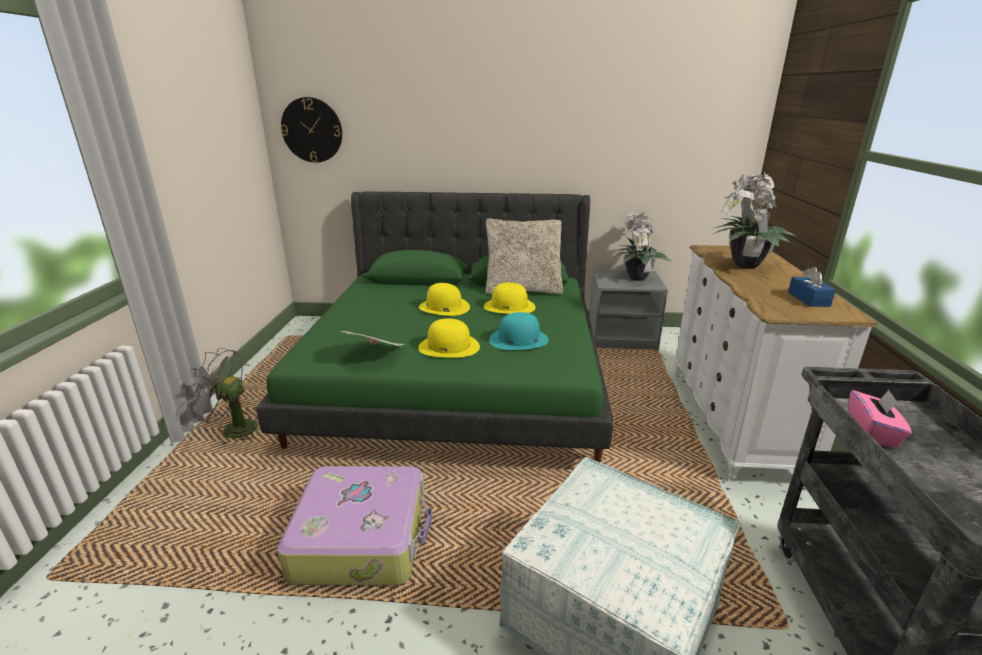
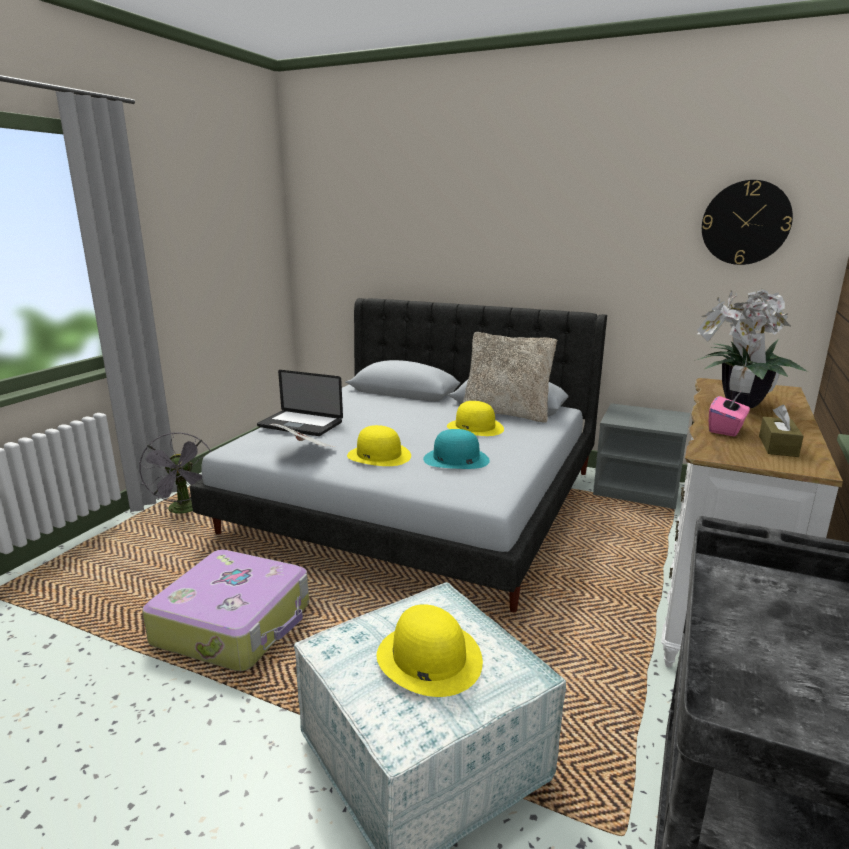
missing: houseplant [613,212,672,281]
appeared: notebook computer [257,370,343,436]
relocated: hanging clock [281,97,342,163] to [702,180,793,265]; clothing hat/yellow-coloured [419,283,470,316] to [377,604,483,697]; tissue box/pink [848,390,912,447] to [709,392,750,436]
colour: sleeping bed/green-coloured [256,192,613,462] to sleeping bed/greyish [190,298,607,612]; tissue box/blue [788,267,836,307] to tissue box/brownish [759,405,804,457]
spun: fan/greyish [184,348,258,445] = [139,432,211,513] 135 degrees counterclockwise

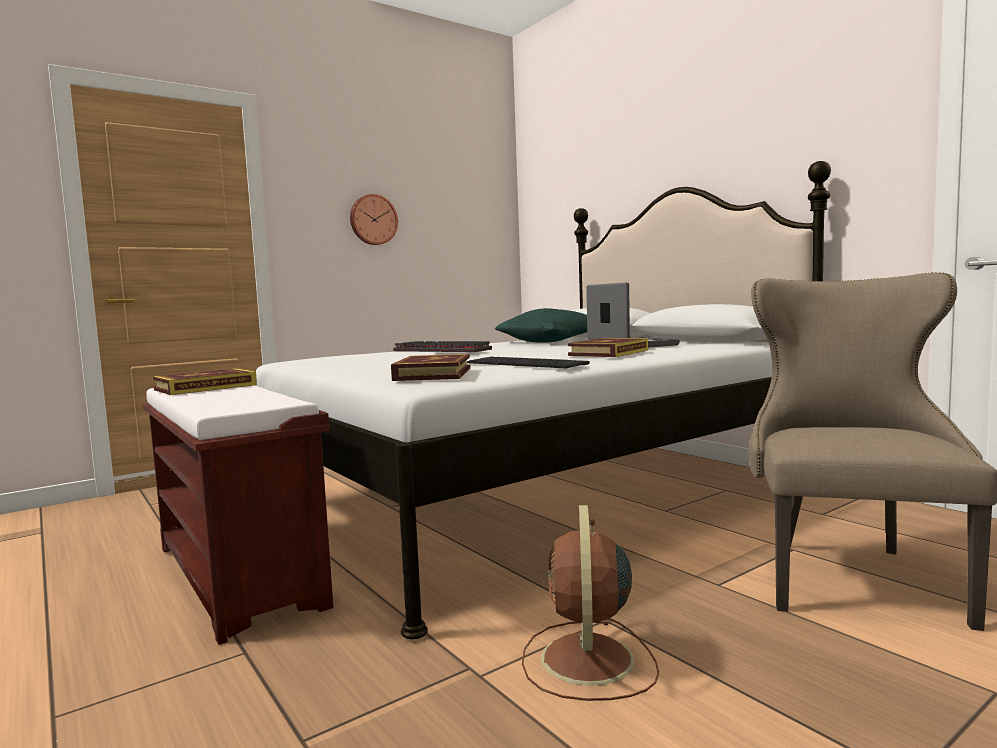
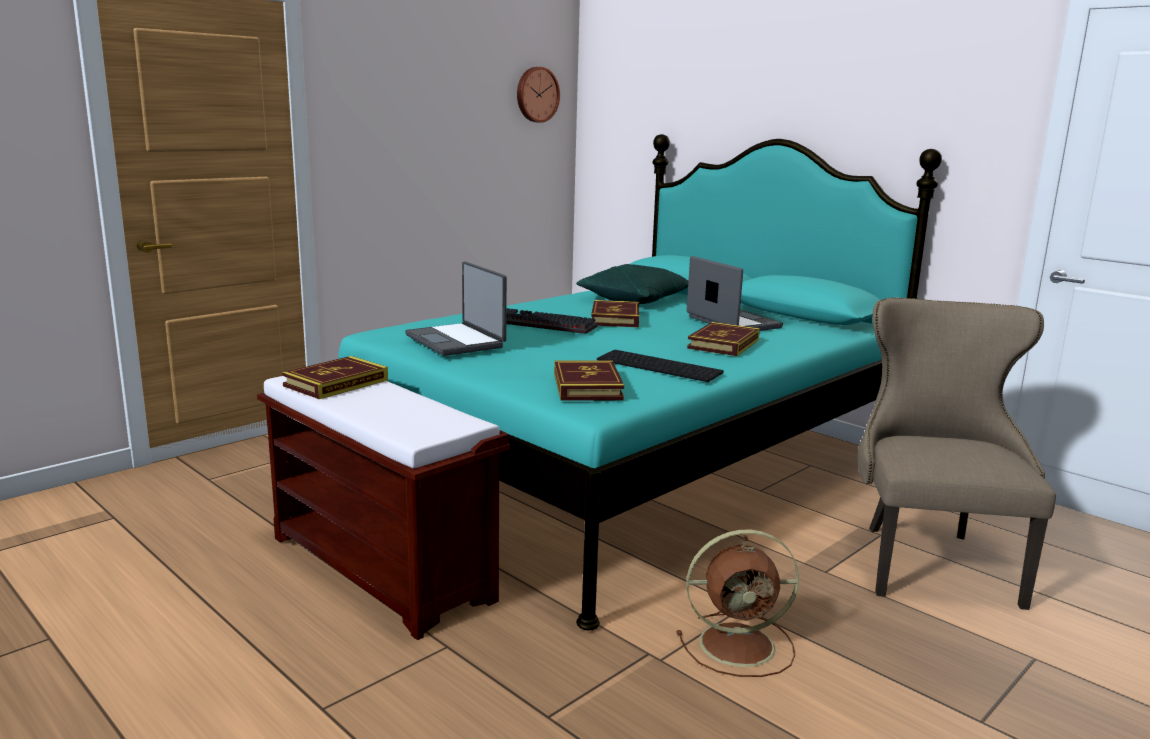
appeared: notebook computer [405,261,507,356]; book [591,300,639,327]
relocated: hanging clock [350,194,398,245] to [517,67,560,123]
colour: sleeping bed/white-coloured [253,161,831,640] to sleeping bed/turquoise [338,134,942,630]
spun: fan/brownish [522,505,659,701] = [677,530,799,677] 90 degrees counterclockwise

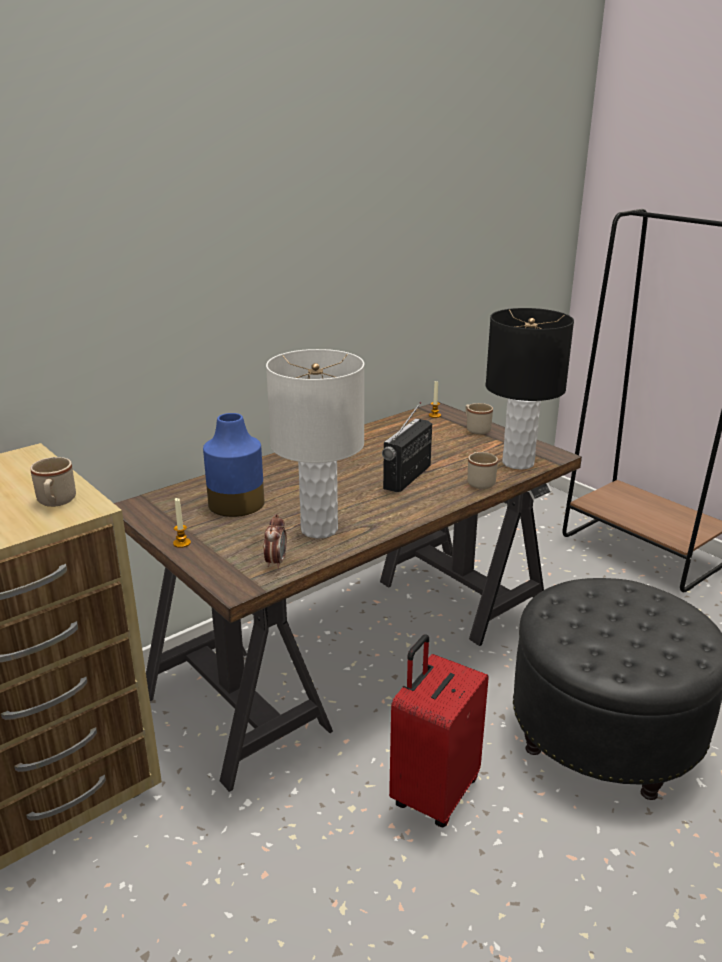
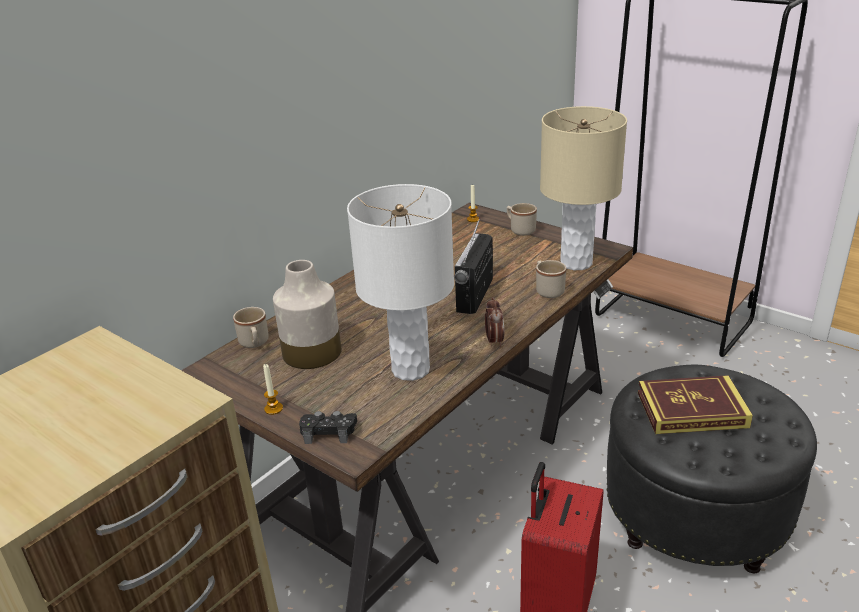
appeared: joypad/black [299,411,357,444]; book [638,375,753,434]
relocated: mug/beige-coloured [30,457,76,507] to [233,307,269,348]; table clock [264,514,287,569] to [485,297,504,347]
colour: flower vase/blue [203,413,265,517] to flower vase/beige-coloured [273,260,341,369]; lamp for a table/black [485,308,574,470] to lamp for a table/beige-coloured [540,106,627,270]

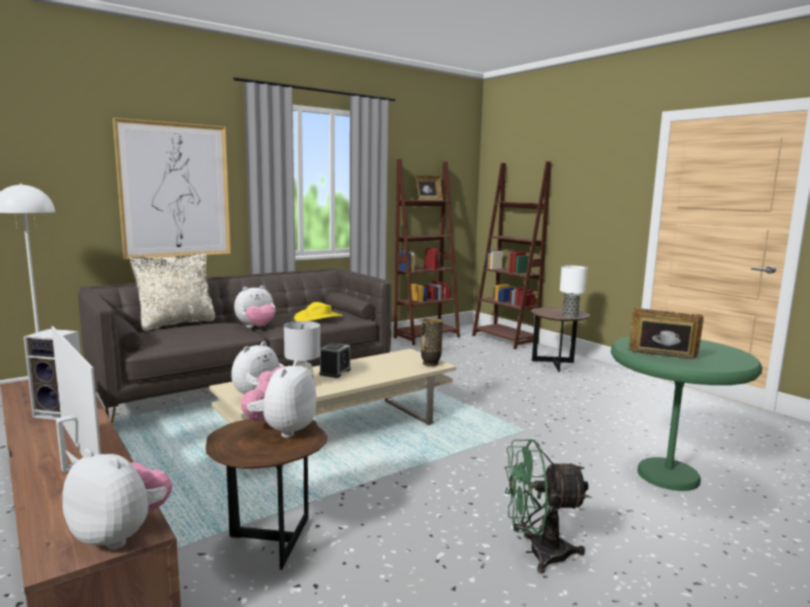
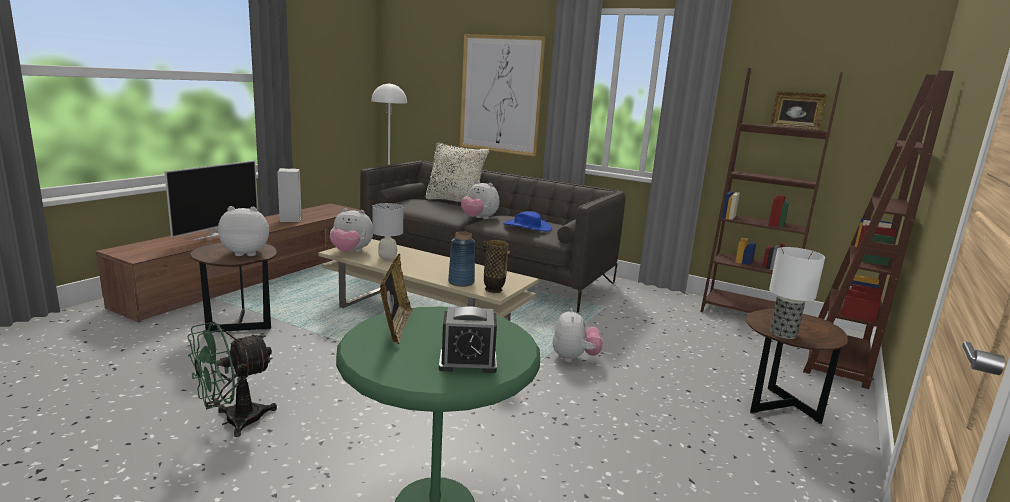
appeared: flower vase/blue [448,231,475,287]
relocated: cuddly toy [62,449,172,550] to [553,308,603,362]; table clock [319,343,351,378] to [439,306,497,373]
colour: clothing hat/yellow-coloured [294,302,342,321] to clothing hat/blue [503,211,552,231]
spun: fan/green-coloured [504,440,589,574] = [187,321,277,437] 105 degrees counterclockwise

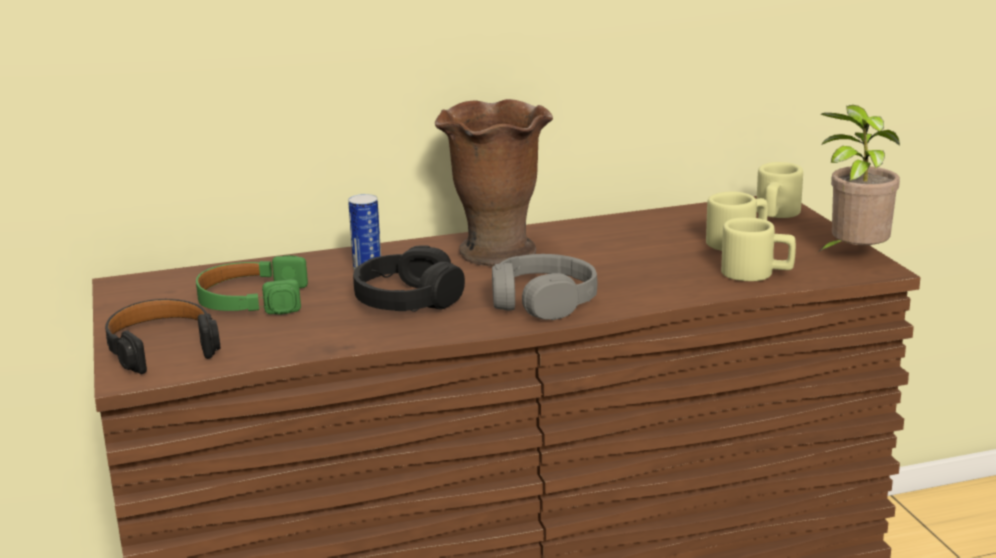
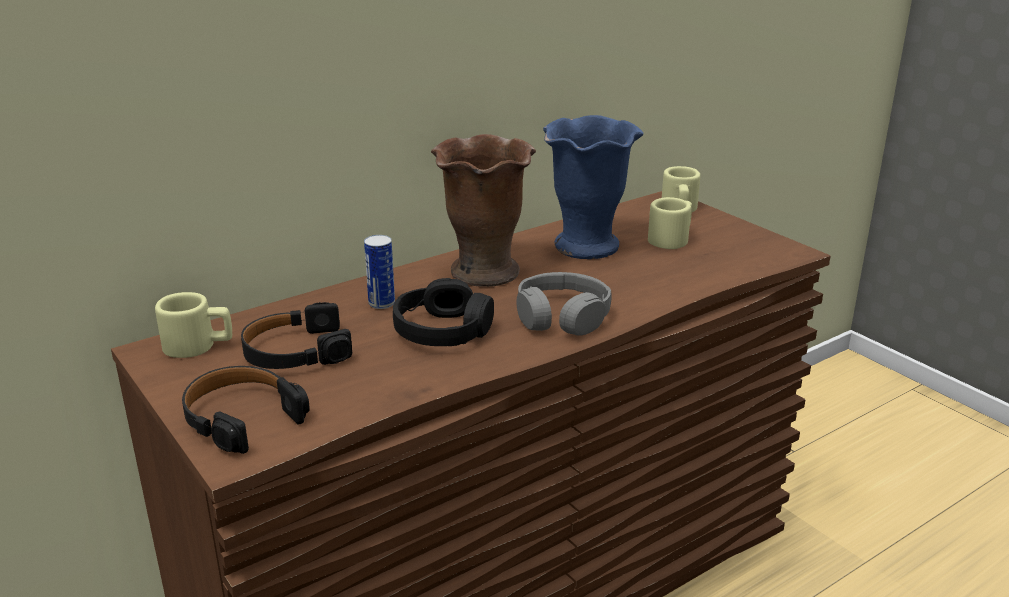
missing: houseplant [817,105,900,253]
appeared: flower vase/blue [543,115,644,259]
relocated: mug/beige-coloured [721,217,796,281] to [155,292,232,358]
colour: pair of headphones/green-coloured [196,255,308,314] to pair of headphones/black [241,302,352,369]

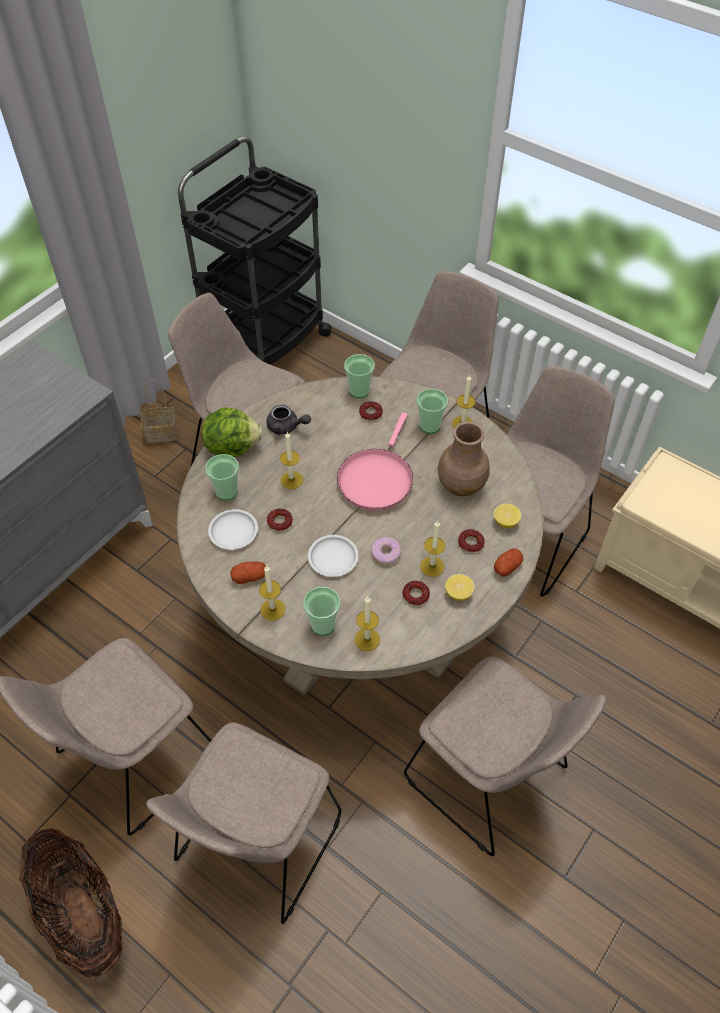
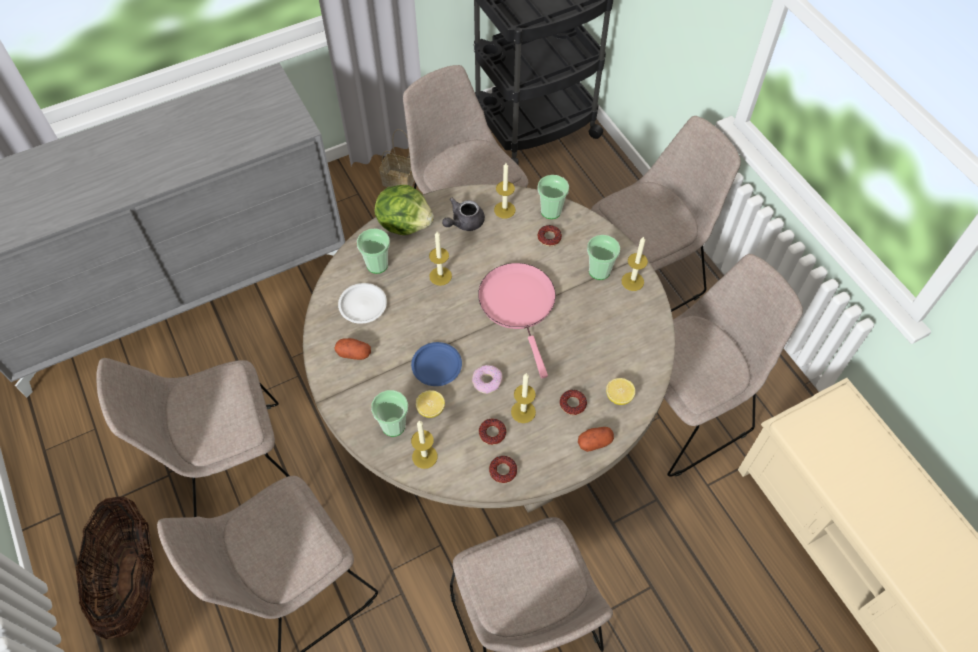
missing: flower vase/brownish [438,422,490,496]
relocated: wax candle [259,565,285,621] to [494,163,515,218]; doughnut [267,508,293,531] to [489,456,517,483]; citrus fruit [445,574,474,601] to [416,390,445,418]
colour: flat dish/white-coloured [308,535,358,577] to flat dish/blue [411,342,462,386]
spun: teapot/greyish [266,404,311,435] = [442,198,485,231] 90 degrees clockwise; skillet/pink [337,412,413,511] = [478,263,556,378] 120 degrees clockwise

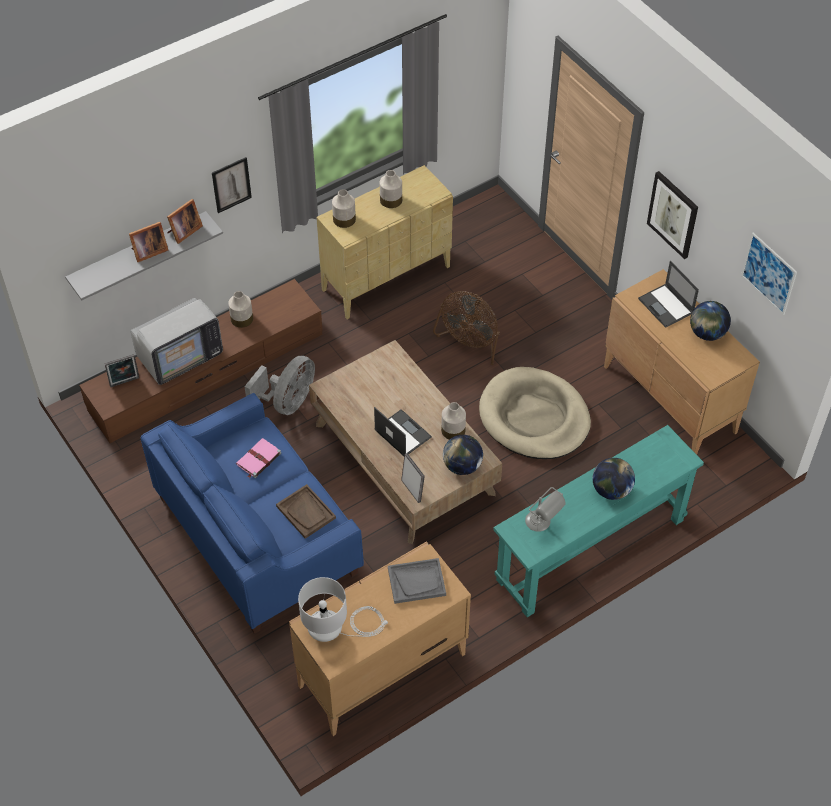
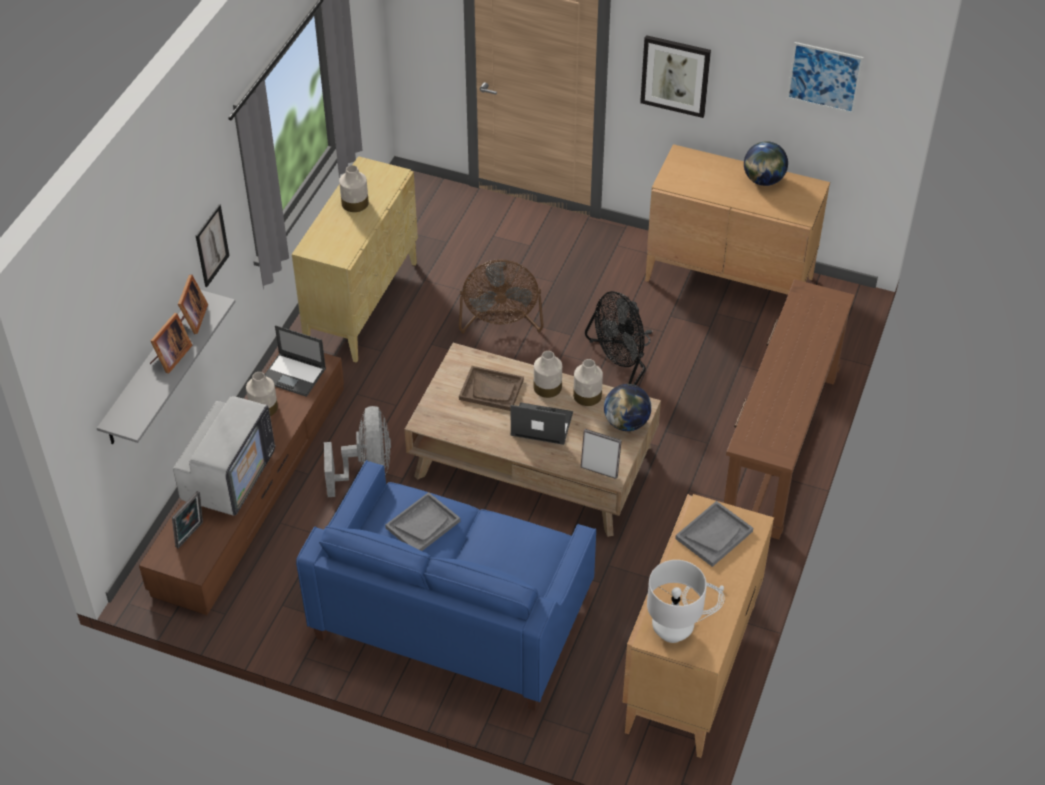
missing: lamp for a table/greyish [525,487,566,532]; world globe [593,458,635,500]
relocated: carrying tray/brownish [276,484,336,539] to [459,366,524,411]; flower vase/beige-coloured [332,189,356,228] to [534,351,562,398]; notebook computer [638,261,699,328] to [265,325,326,397]
exchanged: book/pink [236,438,281,478] to carrying tray/greyish [385,492,460,551]; pet bed/beige-coloured [479,367,591,459] to fan/black [585,291,653,385]
colour: hall table/turquoise [493,425,704,617] to hall table/brownish [724,279,855,540]

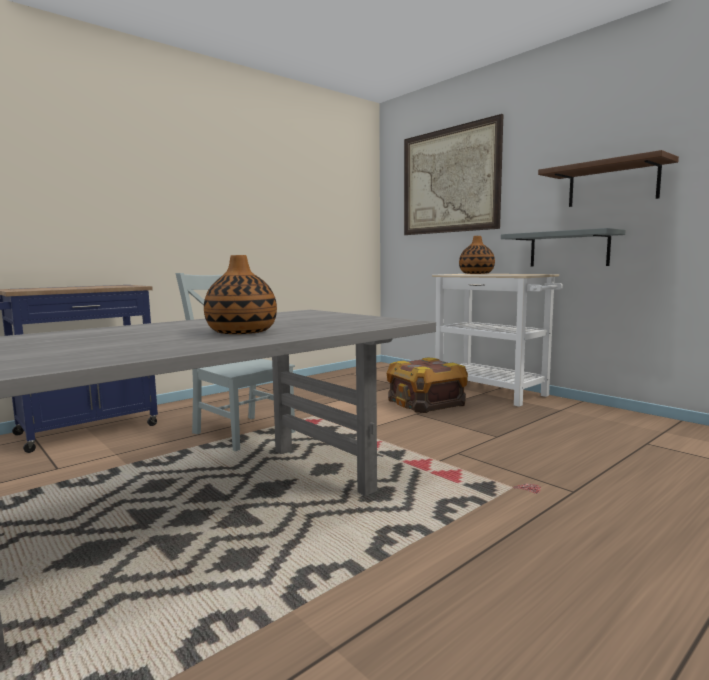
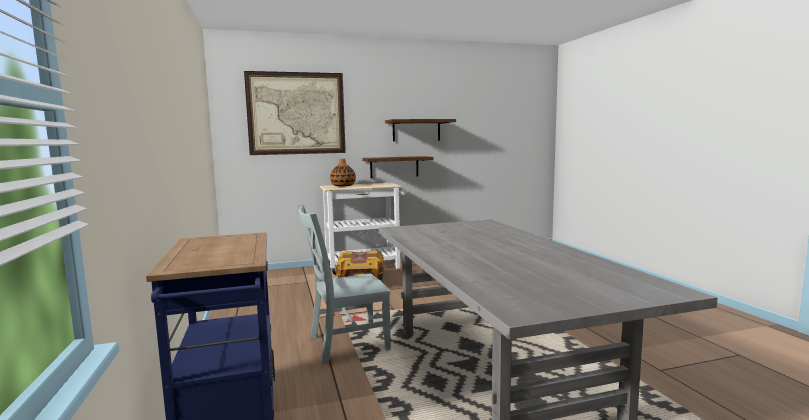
missing: flower vase [204,255,277,334]
colour: shelf/greyish [501,228,626,266] to shelf/brownish [362,156,433,178]

